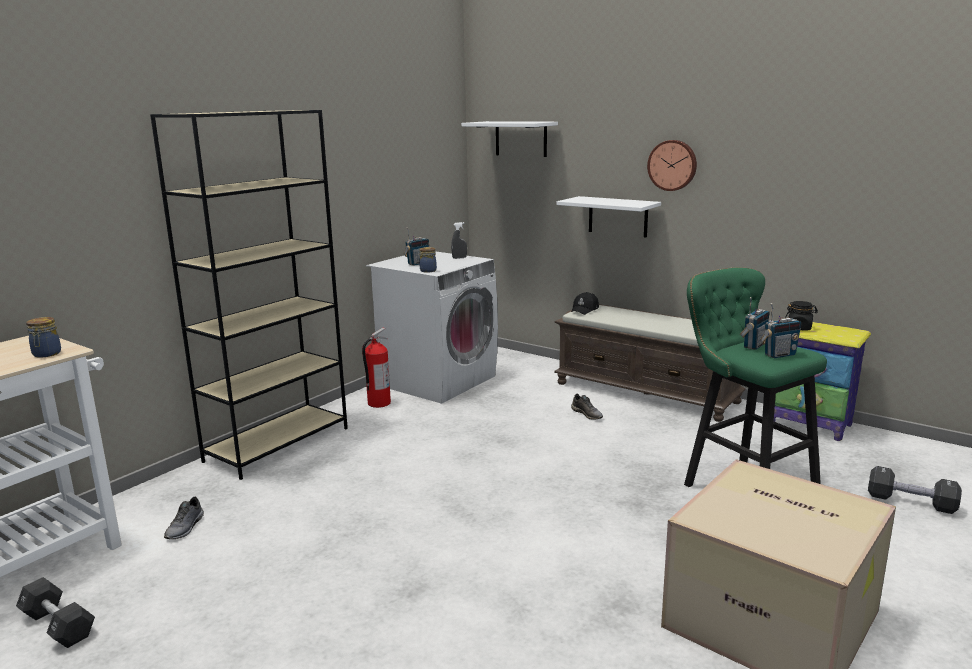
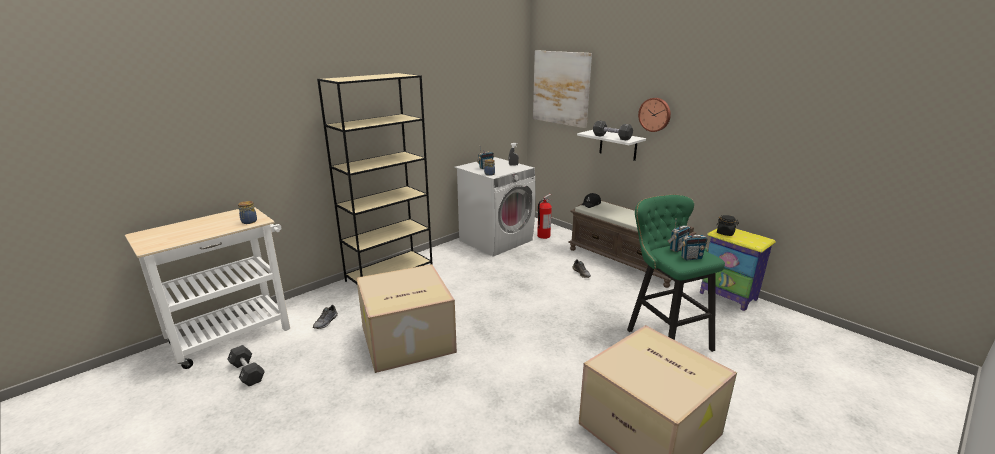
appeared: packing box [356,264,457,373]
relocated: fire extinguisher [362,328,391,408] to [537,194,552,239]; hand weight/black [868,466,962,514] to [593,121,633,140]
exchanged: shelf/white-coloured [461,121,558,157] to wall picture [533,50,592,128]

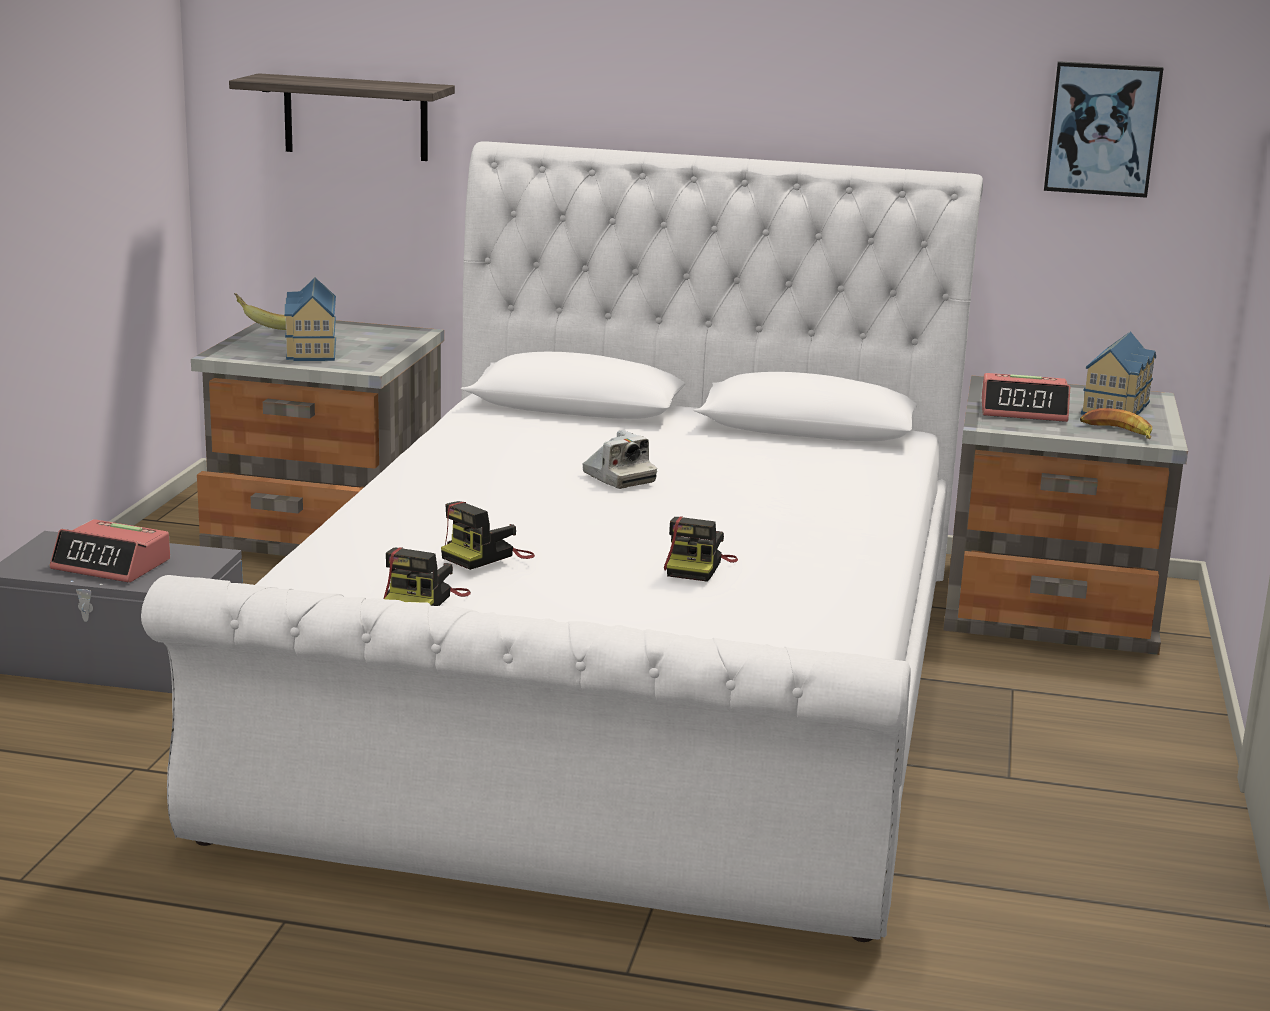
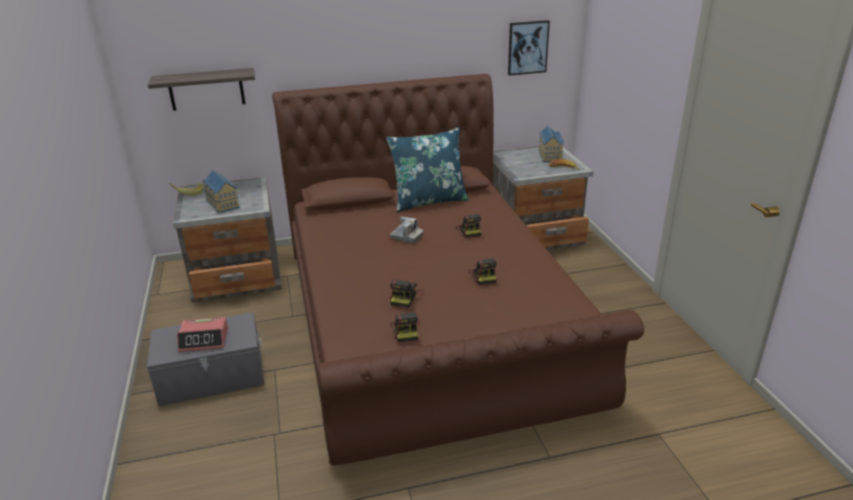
missing: table clock [981,373,1070,422]
appeared: throw pillow/blue [386,127,469,212]; still camera [455,214,481,238]
colour: sleeping bed/white-coloured [141,141,983,942] to sleeping bed/brownish [272,74,644,466]

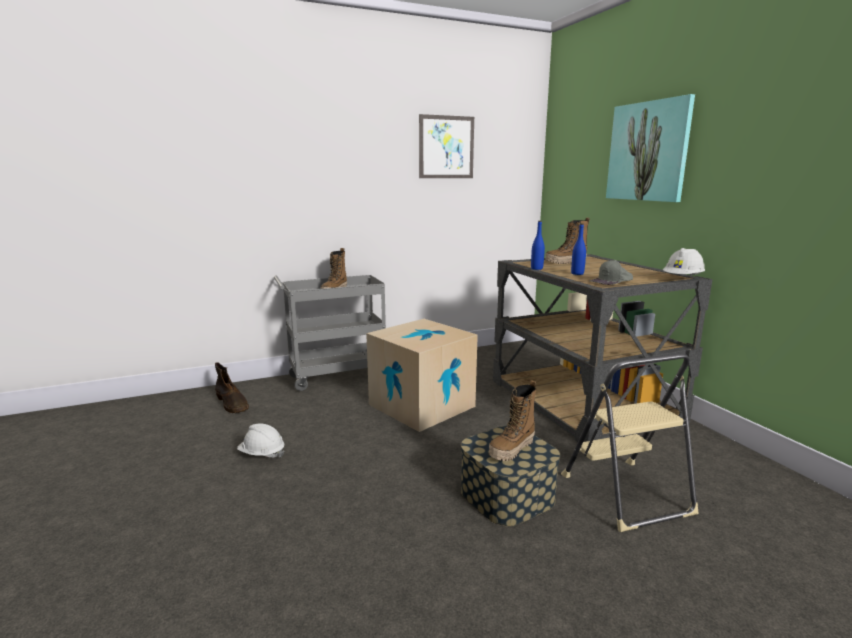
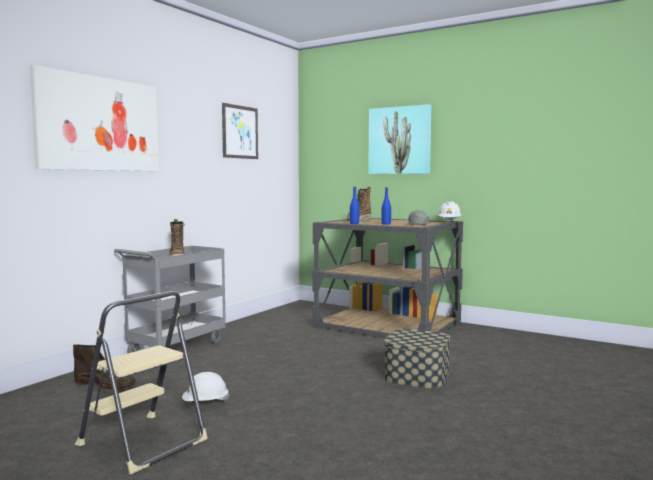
missing: packing box [366,319,478,432]; boot [489,380,536,461]
appeared: wall picture [30,65,159,171]
relocated: stepladder/beige-coloured [561,354,699,532] to [75,291,208,475]

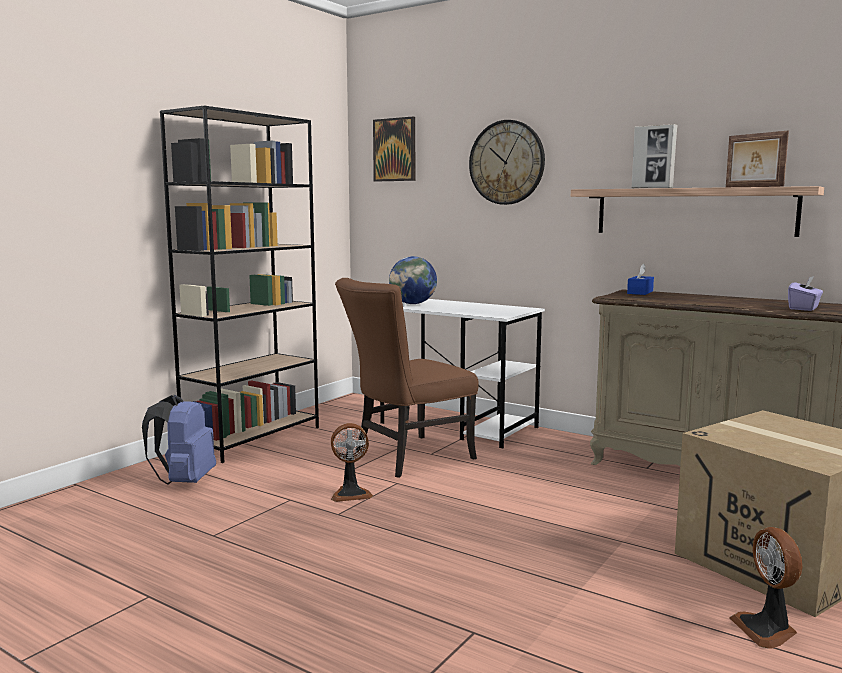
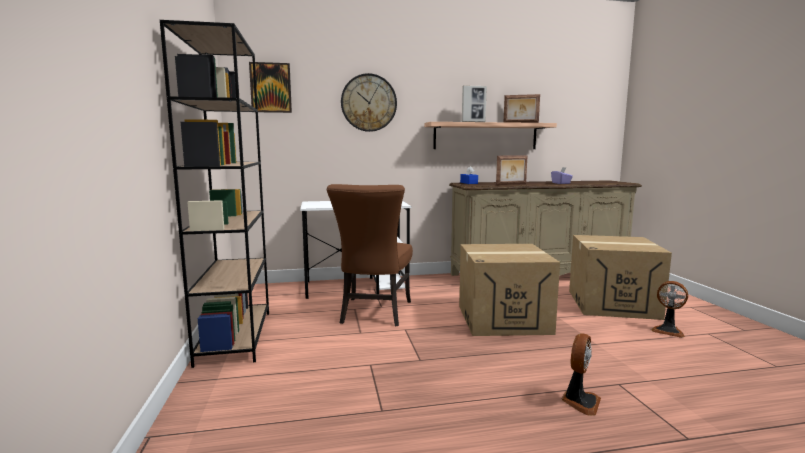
missing: knapsack/blue [142,395,216,485]; world globe [389,256,437,304]
appeared: packing box [459,244,560,336]; standing frame [496,155,528,185]
relocated: fan [331,423,373,502] to [561,333,601,416]

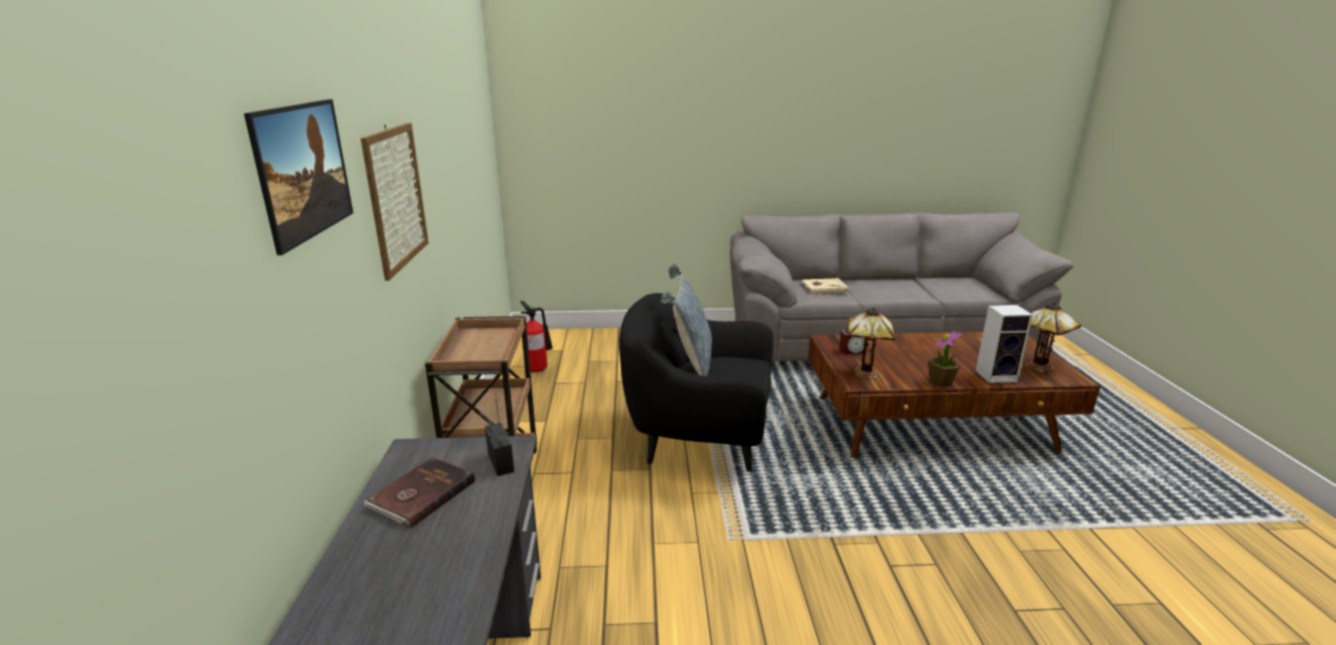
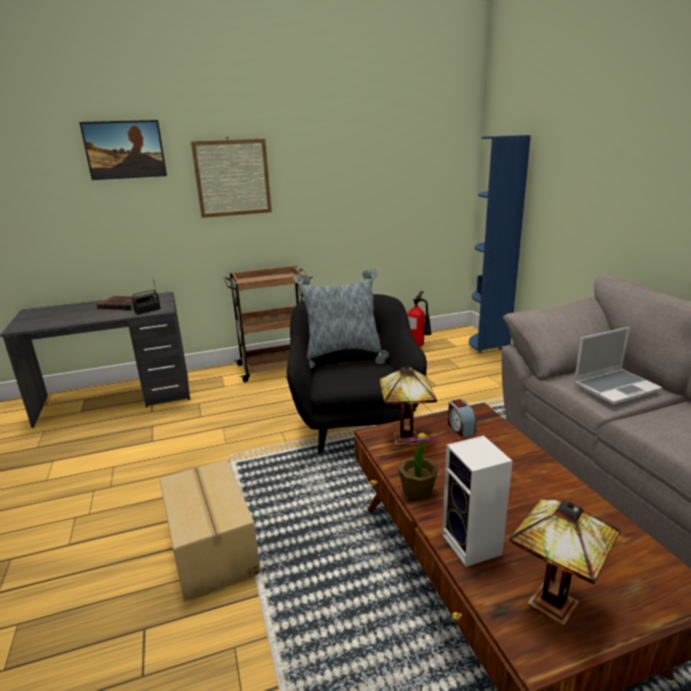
appeared: packing box [160,460,261,601]; bookcase/blue [469,135,531,353]
exchanged: book/beige-coloured [800,278,849,294] to notebook computer [573,327,663,405]

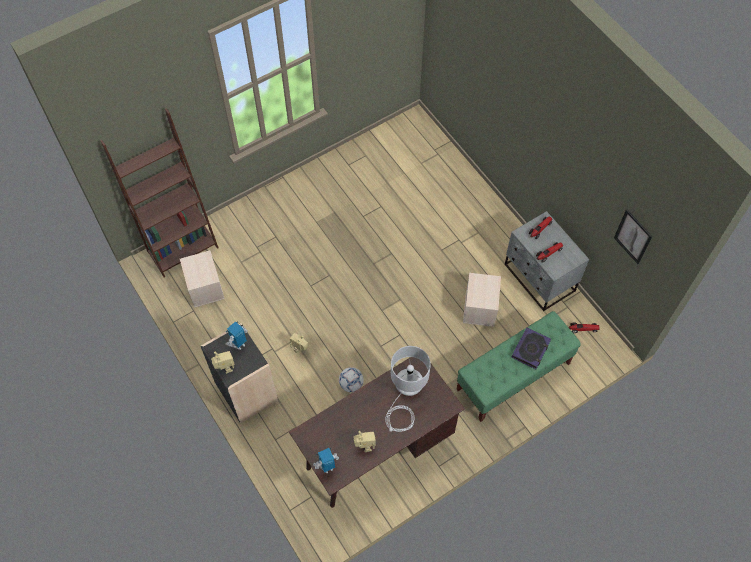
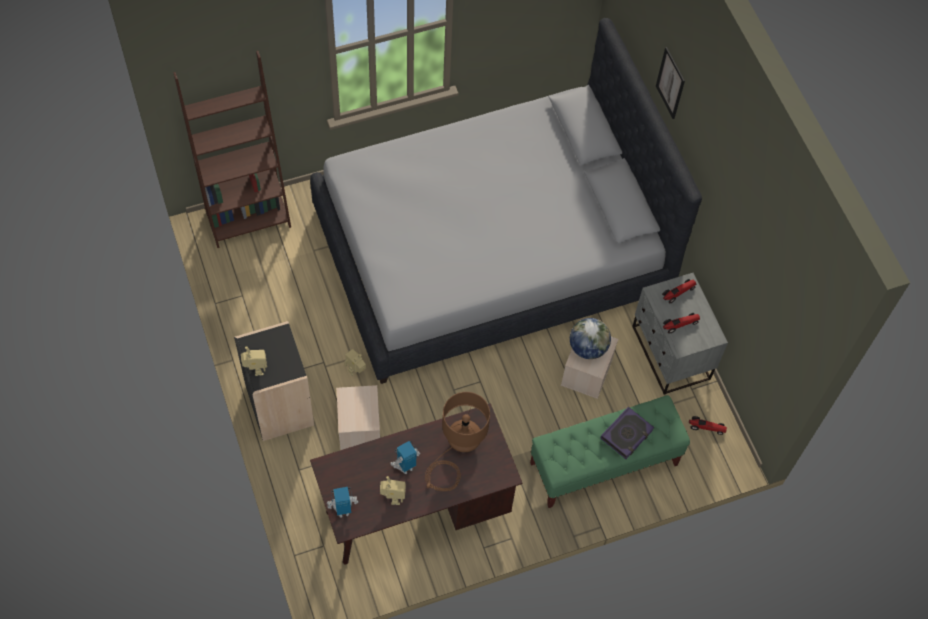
missing: ball for football [339,367,364,392]
appeared: sleeping bed/greyish [310,18,702,384]; world globe [570,318,611,359]
relocated: storage container/beige-coloured [180,250,225,308] to [337,385,380,450]; toy robot [226,321,248,350] to [390,441,420,474]; wall picture [614,210,653,264] to [656,47,685,119]
colour: lamp for a table/white-coloured [385,346,431,432] to lamp for a table/brownish [425,392,490,491]

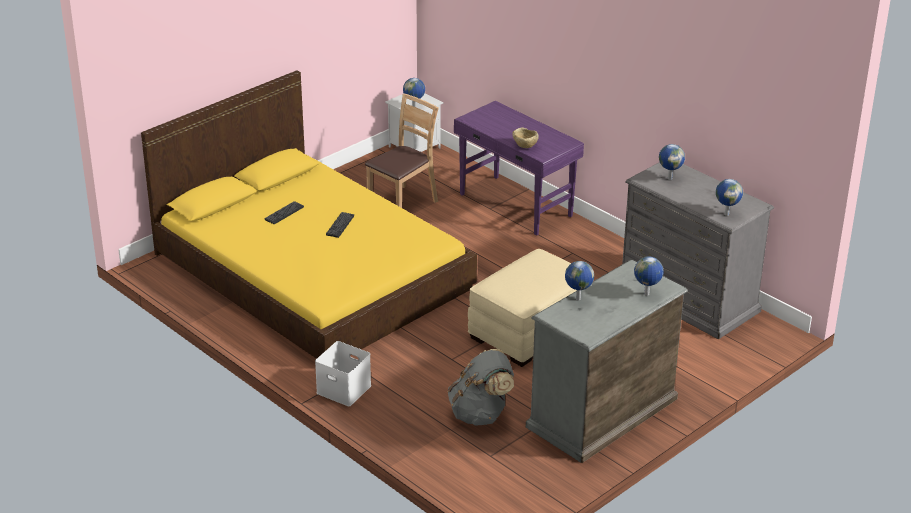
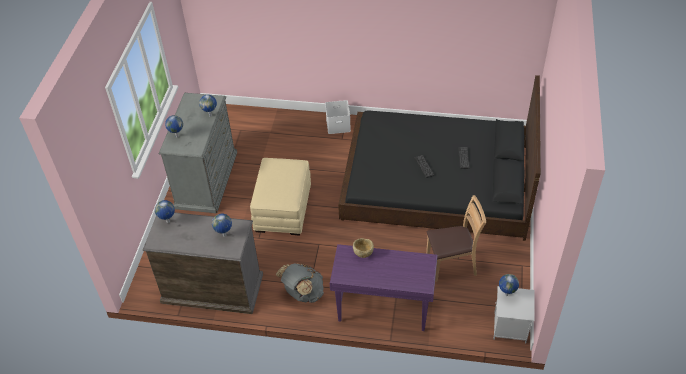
relocated: knapsack/greyish [448,349,514,426] to [276,263,324,303]
colour: sleeping bed/yellow-coloured [141,70,477,359] to sleeping bed/black [338,75,541,241]
spun: upright chair/brownish [365,94,439,208] = [426,195,486,282] 105 degrees counterclockwise

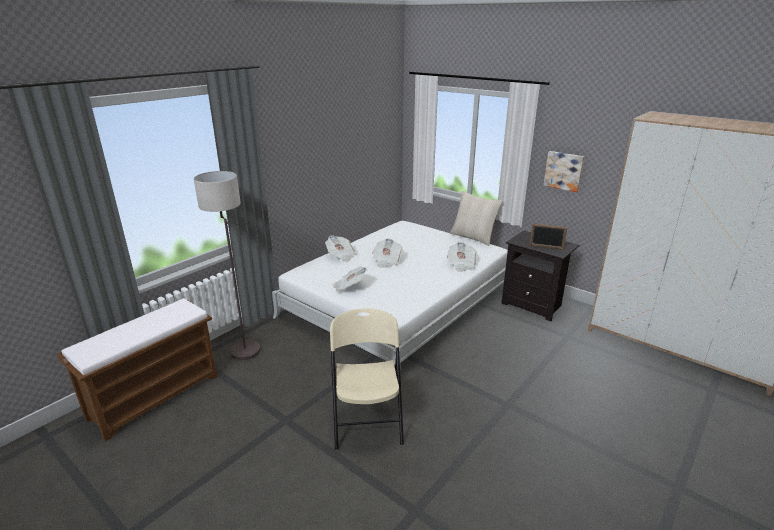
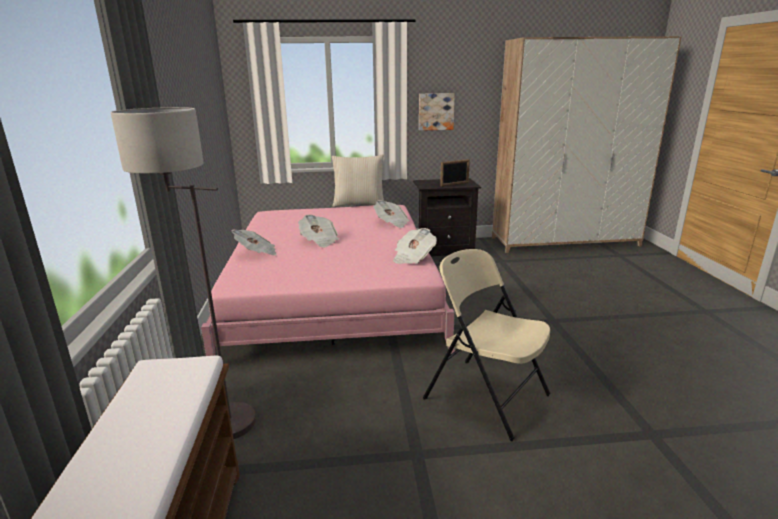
relocated: daily paper [332,266,367,292] to [393,228,437,264]
colour: sleeping bed/white-coloured [272,221,508,369] to sleeping bed/pink [201,205,455,356]

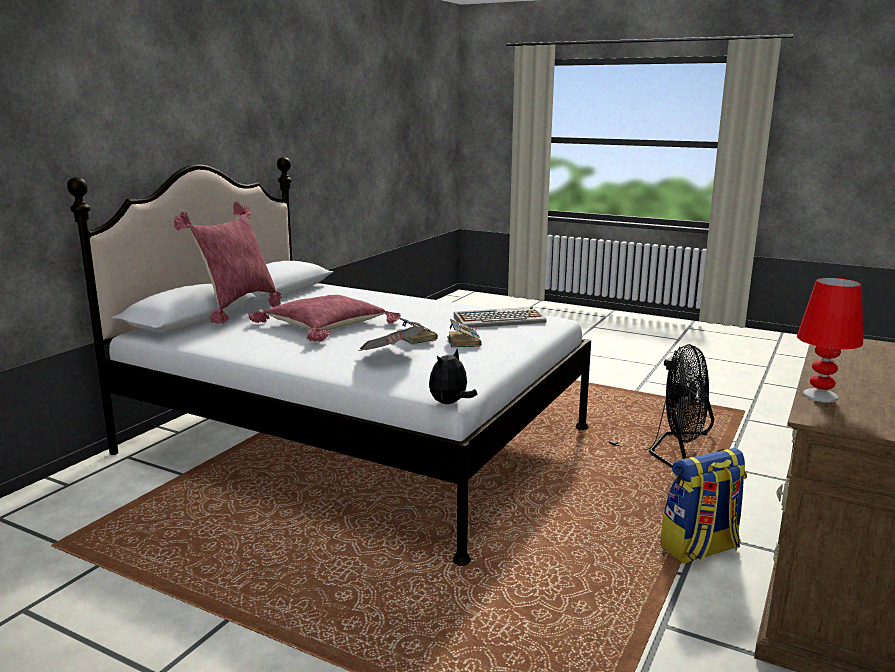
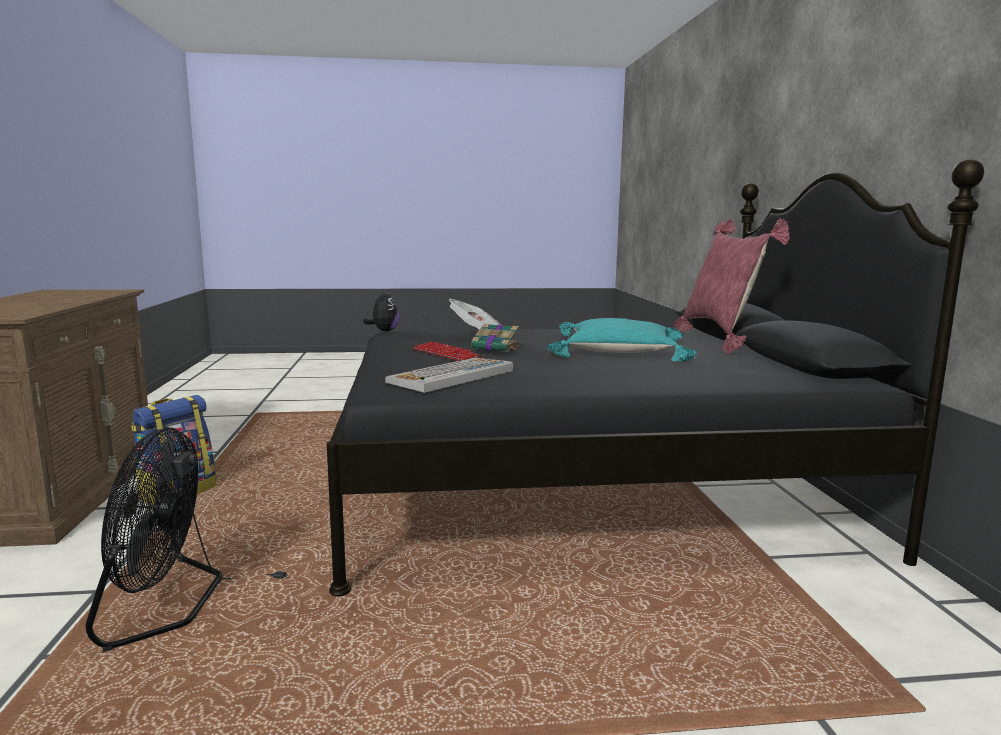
missing: lamp for a table/reddish [797,277,863,402]
exchanged: book [447,319,482,348] to computer keyboard [413,341,484,361]
colour: sleeping bed/white-coloured [67,157,591,566] to sleeping bed/black [326,160,984,597]; throw pillow/reddish [249,295,401,342] to throw pillow/turquoise [547,318,697,362]

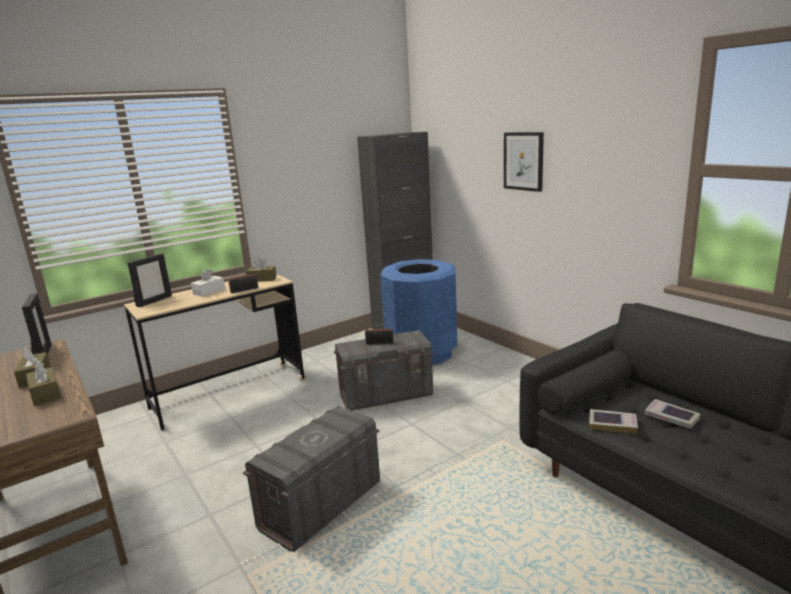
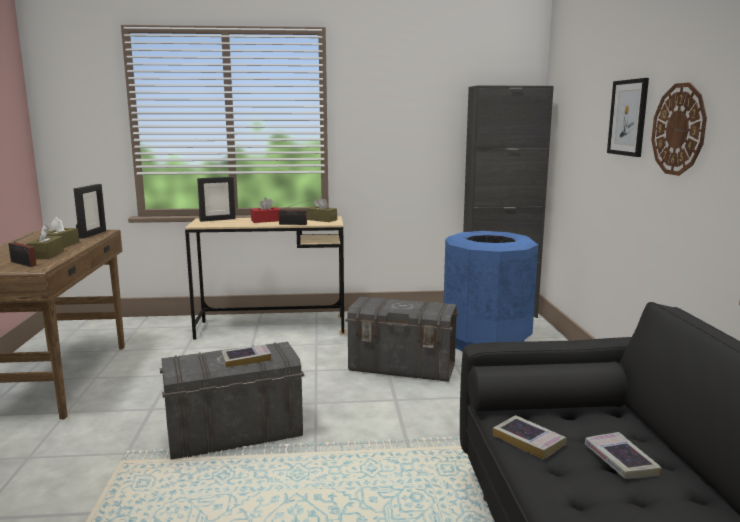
appeared: book [222,344,271,368]; hanging clock [651,82,707,176]
relocated: radio [365,319,395,345] to [9,233,36,267]
colour: tissue box/white-coloured [191,269,225,297] to tissue box/reddish [251,198,281,223]

